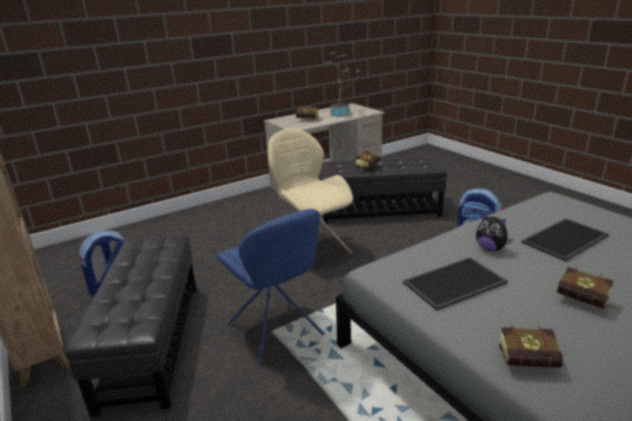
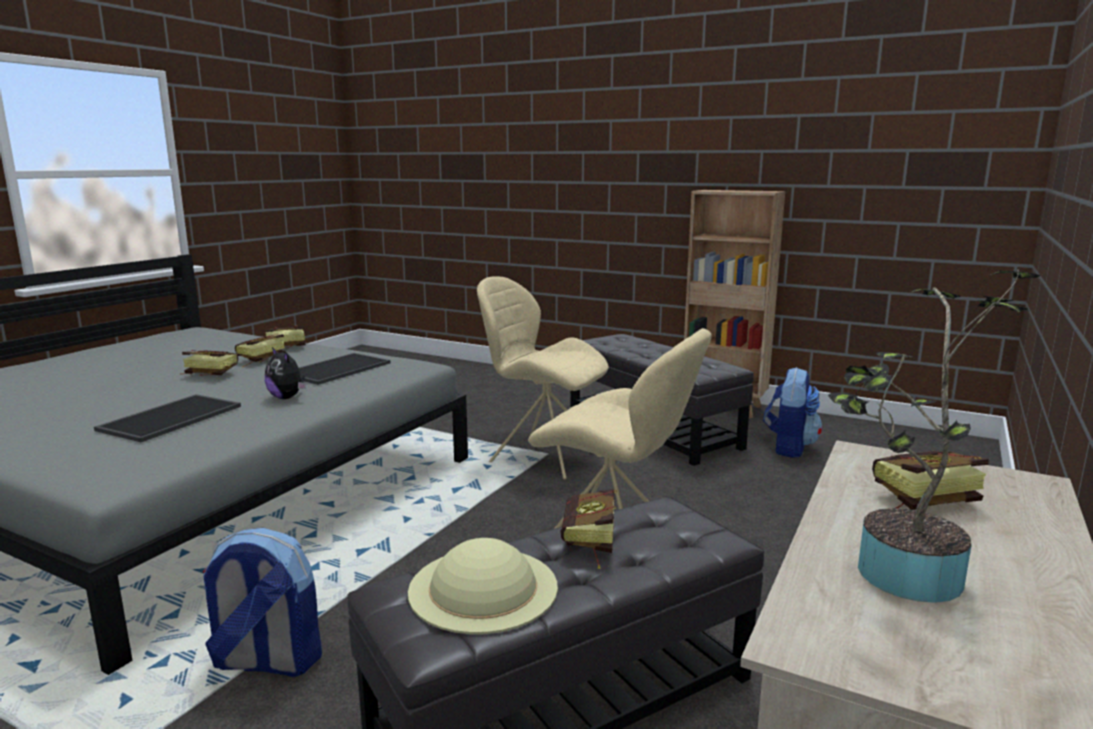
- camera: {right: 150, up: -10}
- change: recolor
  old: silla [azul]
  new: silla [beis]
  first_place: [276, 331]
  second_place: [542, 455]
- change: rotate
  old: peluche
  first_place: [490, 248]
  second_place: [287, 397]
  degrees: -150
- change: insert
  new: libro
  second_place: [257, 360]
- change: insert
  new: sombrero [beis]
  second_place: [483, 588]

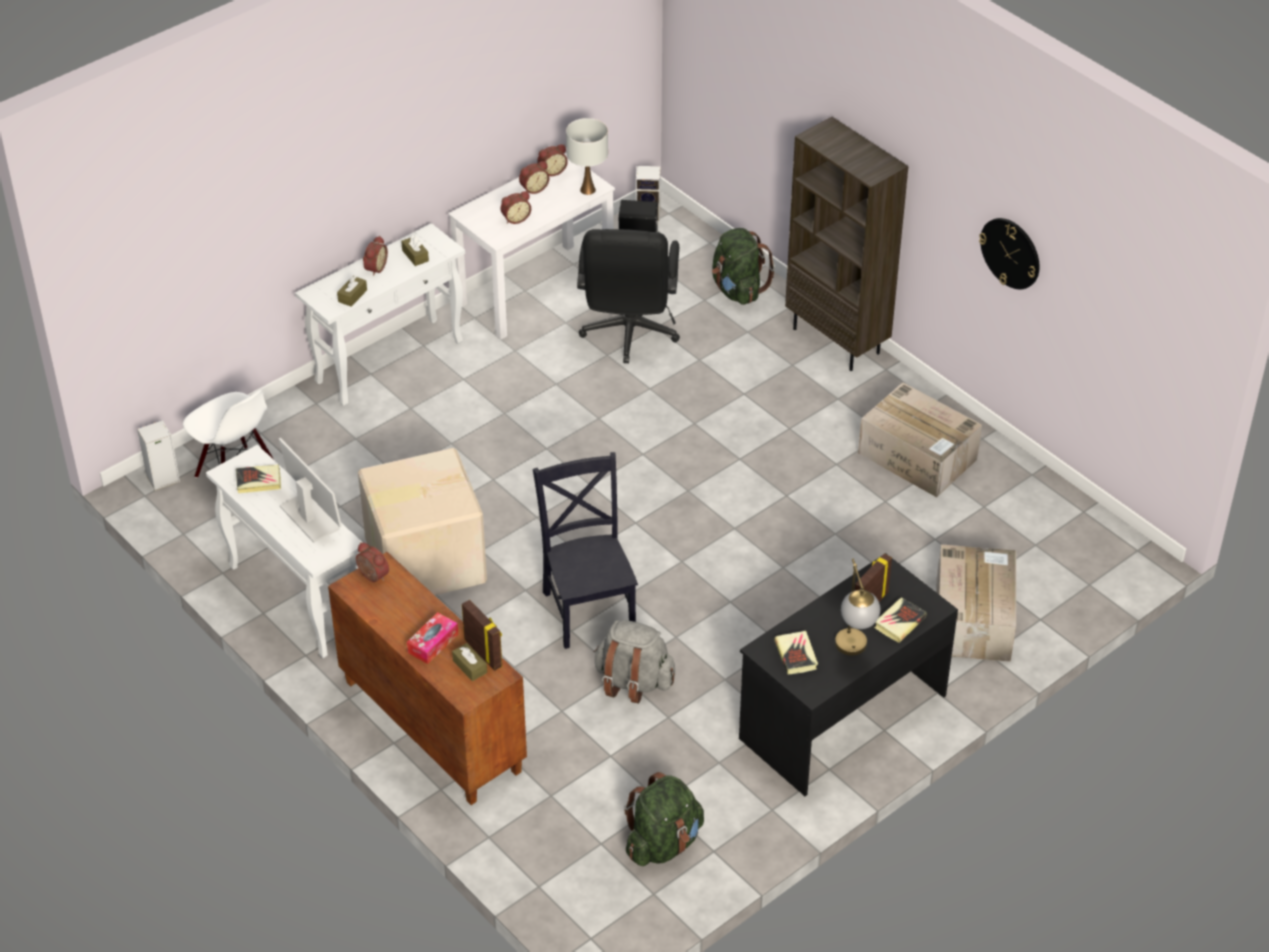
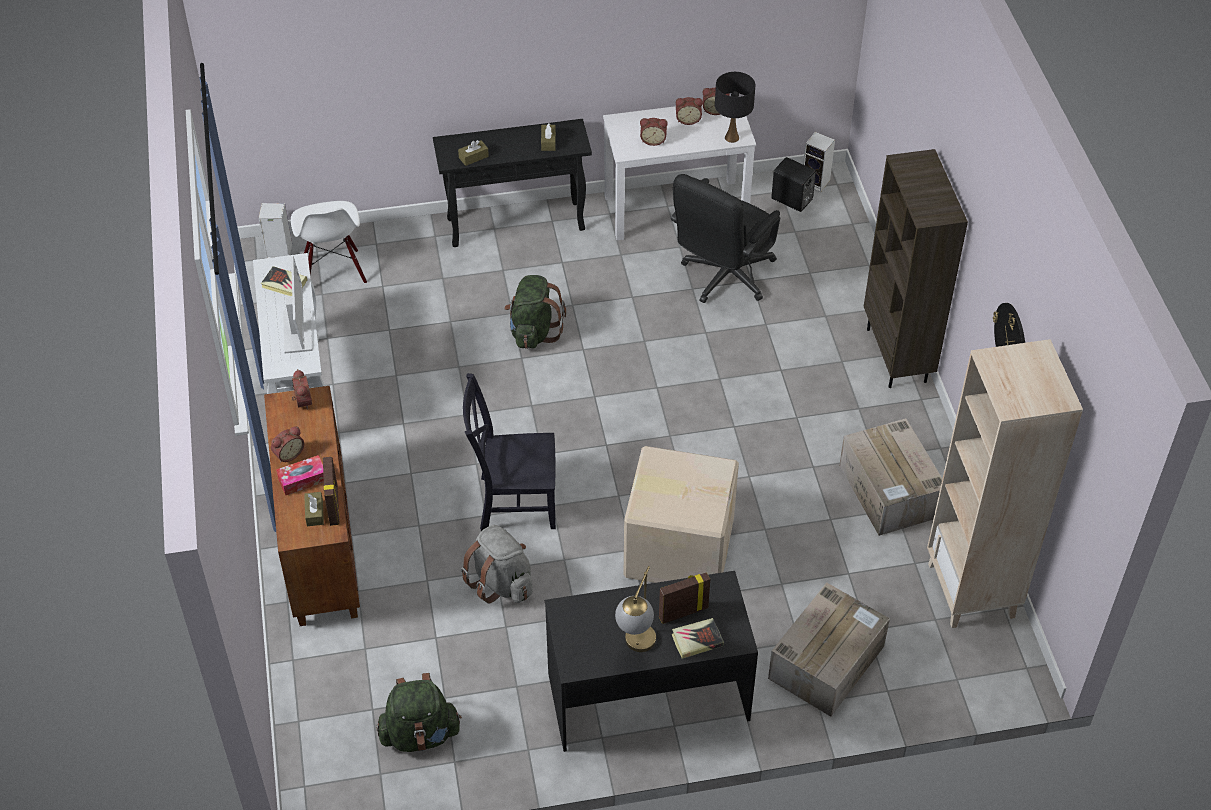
- camera: {right: 30, up: 5}
- change: recolor
  old: mesa consola [blanco]
  new: mesa consola [negro]
  first_place: [390, 361]
  second_place: [517, 224]
- change: move
  old: caja de cartón
  first_place: [423, 560]
  second_place: [678, 546]
- change: move
  old: despertador
  first_place: [374, 268]
  second_place: [288, 454]
- change: rotate
  old: silla [negro]
  first_place: [588, 608]
  second_place: [513, 502]
  degrees: -105
- change: recolor
  old: lámpara de mesa [blanco]
  new: lámpara de mesa [negro]
  first_place: [588, 190]
  second_place: [731, 138]
- change: move
  old: mochila [verde]
  first_place: [738, 290]
  second_place: [533, 331]
- change: delete
  old: libro
  first_place: [796, 655]
- change: insert
  new: estantería [beis]
  second_place: [972, 591]

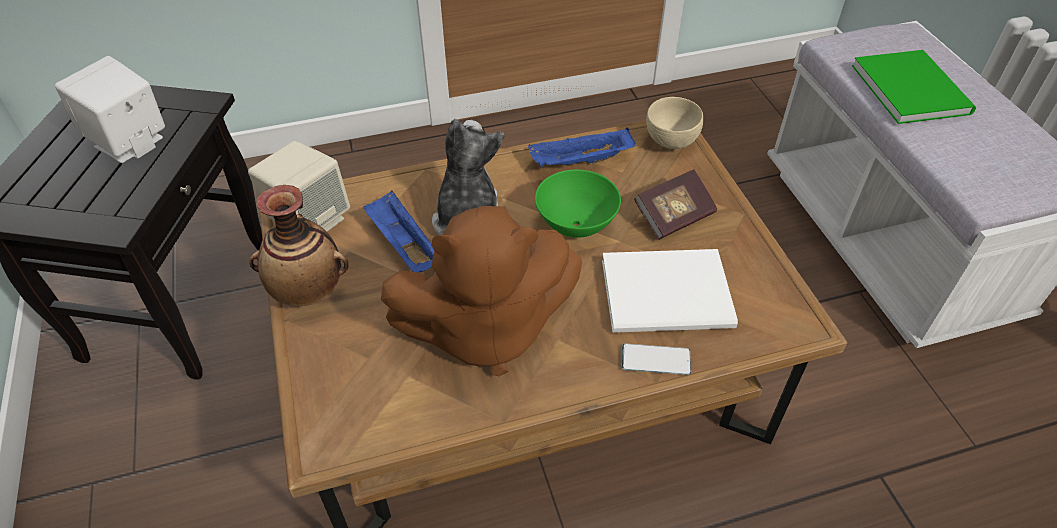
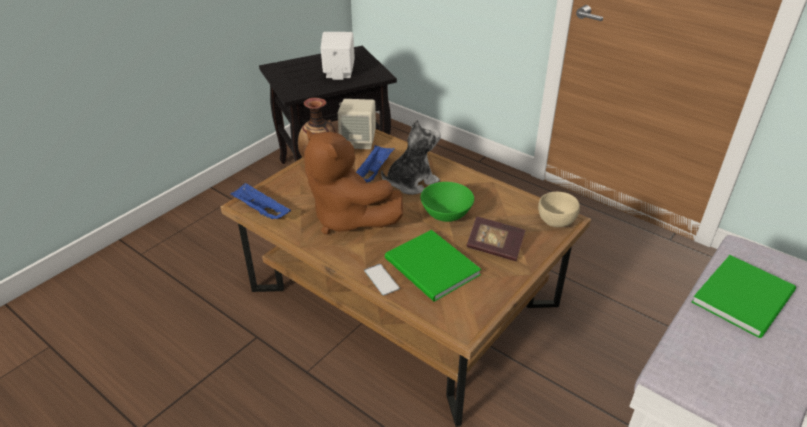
- camera: {right: 55, up: -10}
- change: move
  old: bandeja [azul]
  first_place: [580, 162]
  second_place: [260, 211]
- change: recolor
  old: libro [blanco]
  new: libro [verde]
  first_place: [670, 296]
  second_place: [432, 269]

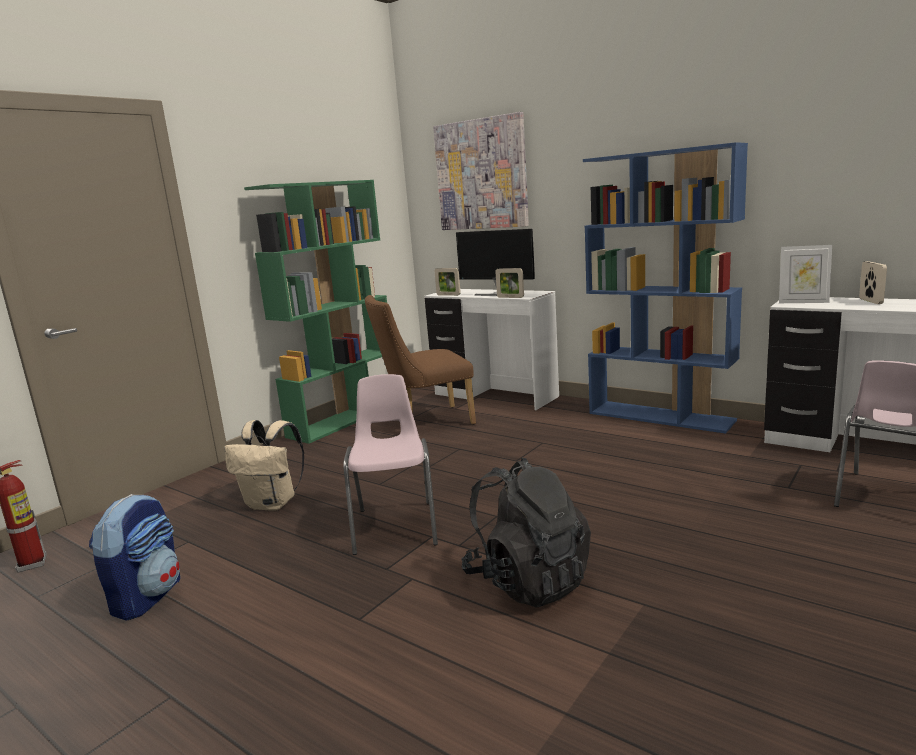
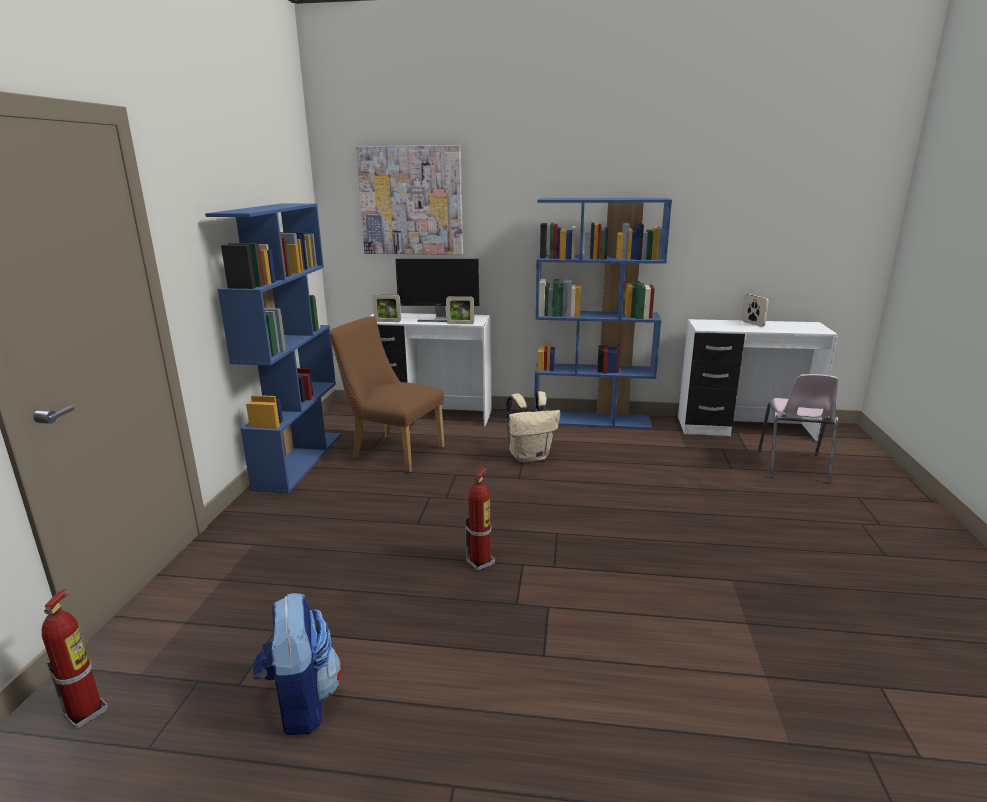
- camera: {right: -30, up: 5}
- change: move
  old: mochila [beis]
  first_place: [273, 503]
  second_place: [530, 457]
- change: recolor
  old: estantería [verde]
  new: estantería [azul]
  first_place: [344, 419]
  second_place: [299, 460]
- change: replace
  old: silla [rosa]
  new: extintor
  first_place: [396, 526]
  second_place: [481, 562]
- change: rotate
  old: silla [marrón]
  first_place: [425, 422]
  second_place: [392, 452]
  degrees: 75
- change: delete
  old: mochila [negro]
  first_place: [528, 581]
- change: delete
  old: portarretratos
  first_place: [803, 302]

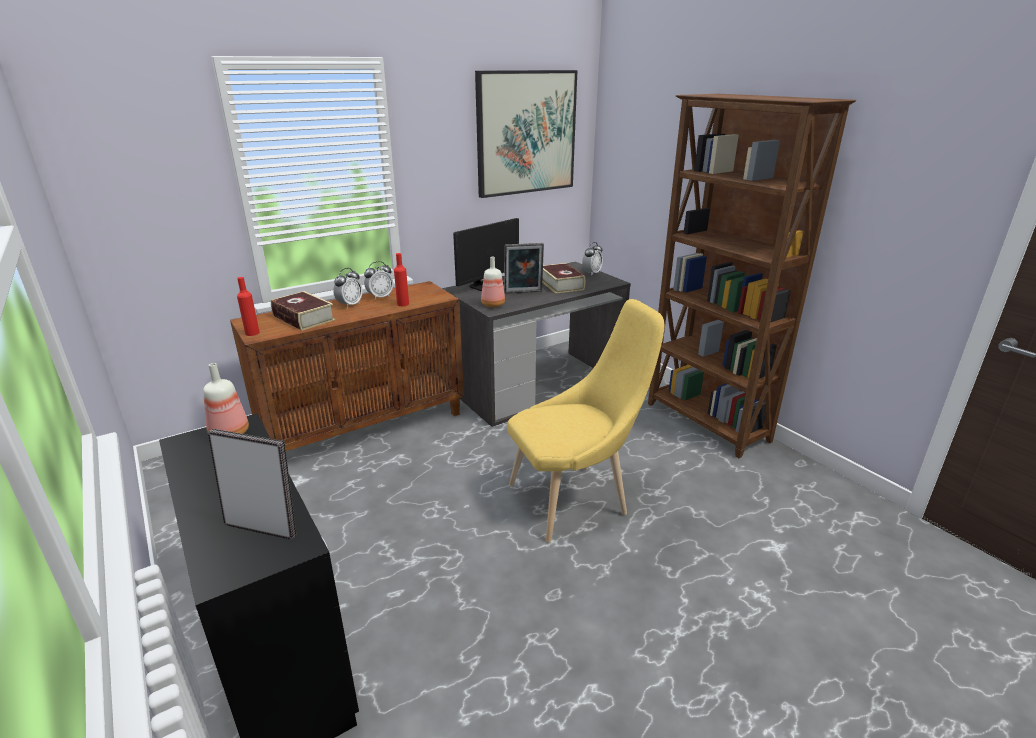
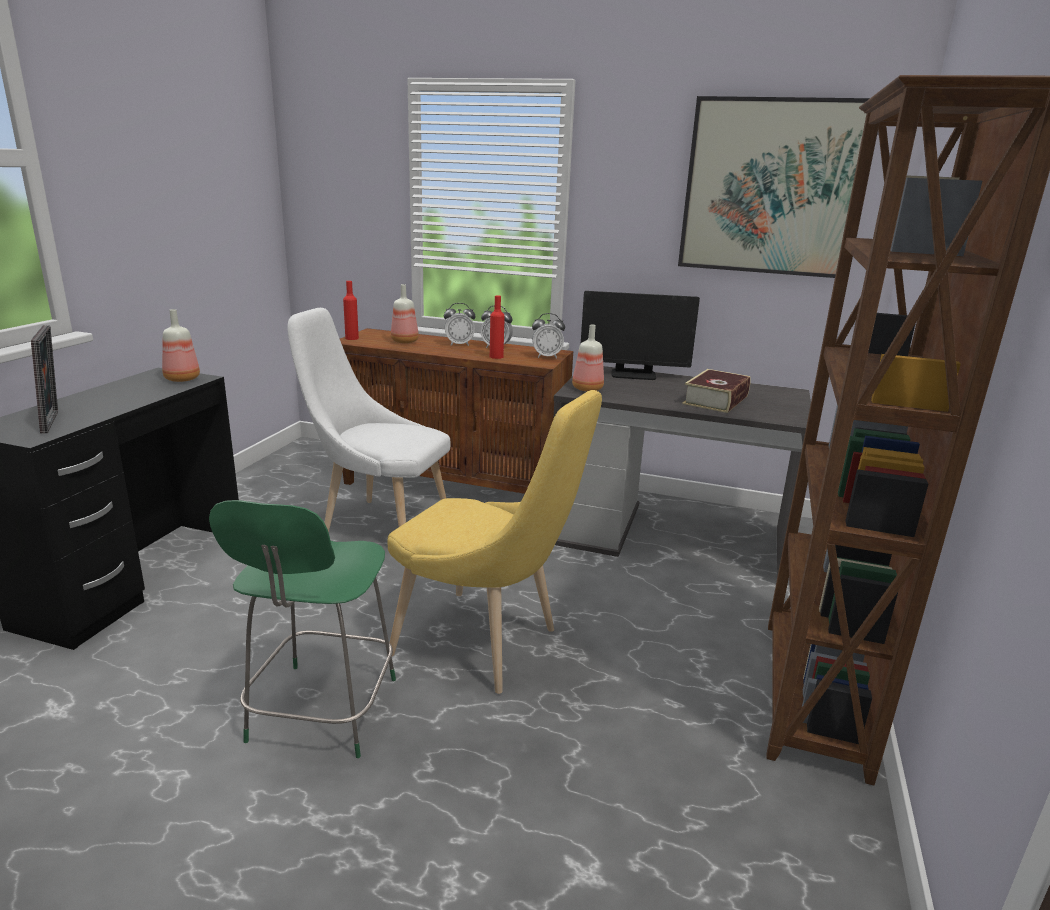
- camera: {right: 50, up: -5}
- change: replace
  old: libro
  new: botella
  first_place: [303, 318]
  second_place: [405, 341]
- change: delete
  old: portarretratos
  first_place: [523, 292]
- change: move
  old: despertador
  first_place: [591, 273]
  second_place: [547, 357]
- change: insert
  new: silla [verde]
  second_place: [321, 713]
- change: insert
  new: silla [blanco]
  second_place: [379, 525]

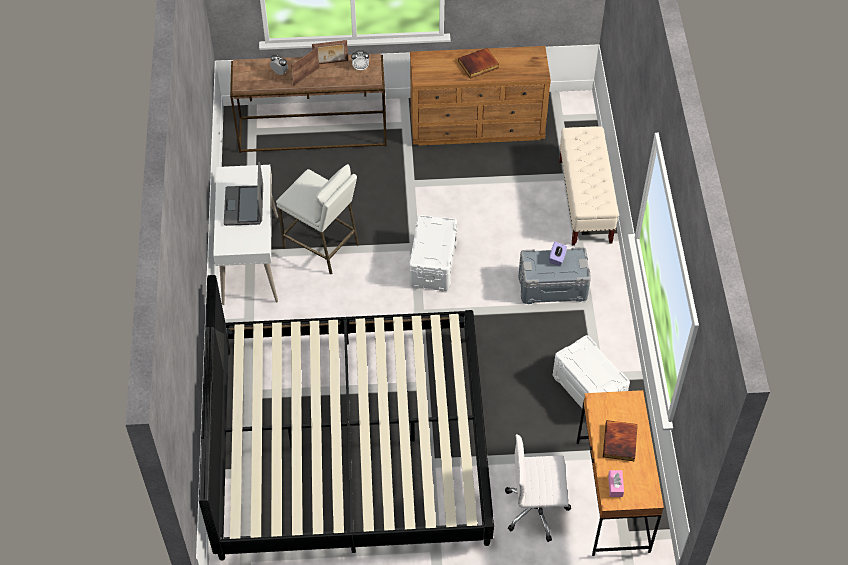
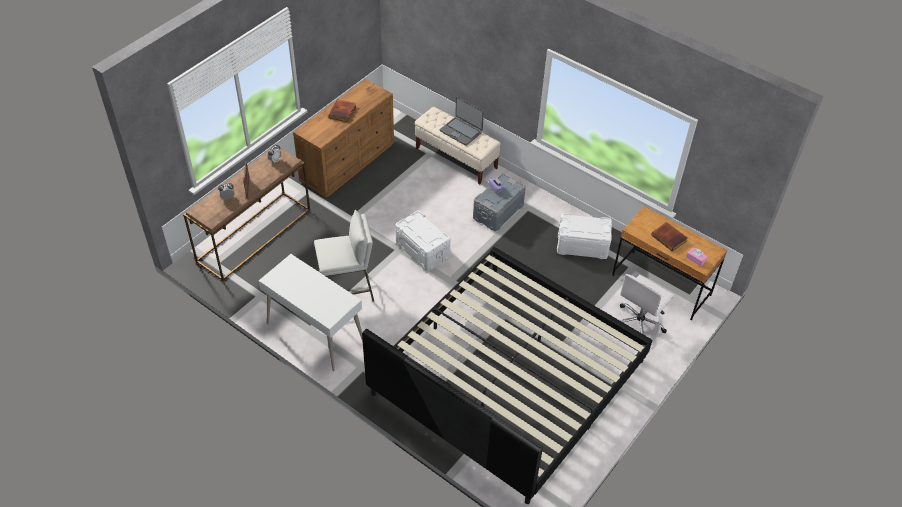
- camera: {right: -50, up: -5}
- change: move
  old: portátil
  first_place: [244, 206]
  second_place: [461, 131]
- change: delete
  old: portarretratos
  first_place: [331, 63]

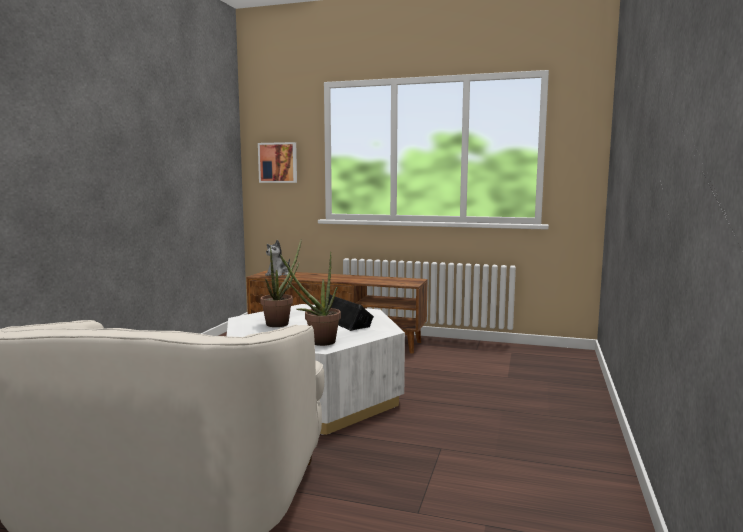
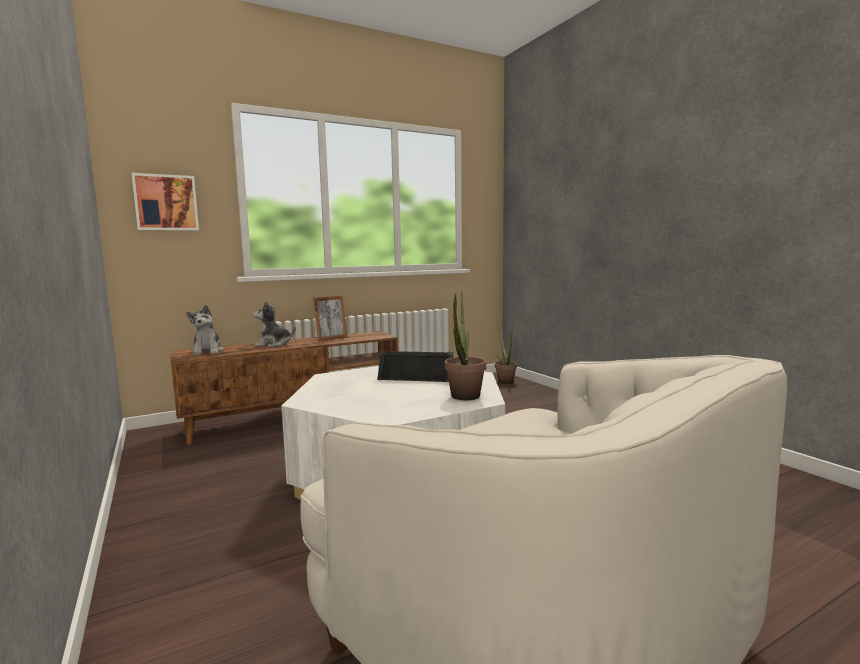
- camera: {right: -45, up: 0}
- change: move
  old: planta en maceta
  first_place: [281, 323]
  second_place: [504, 381]
- change: insert
  new: peluche
  second_place: [274, 344]
- change: insert
  new: portarretratos
  second_place: [331, 338]

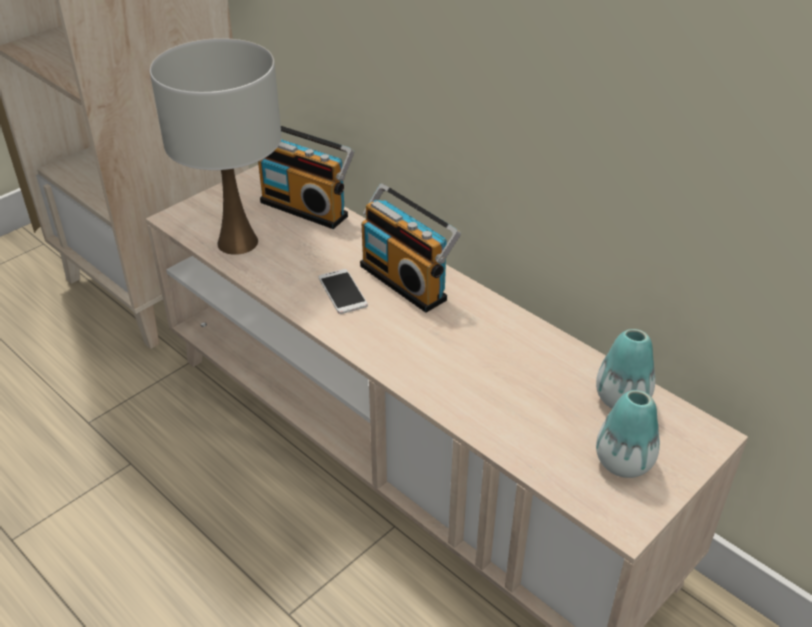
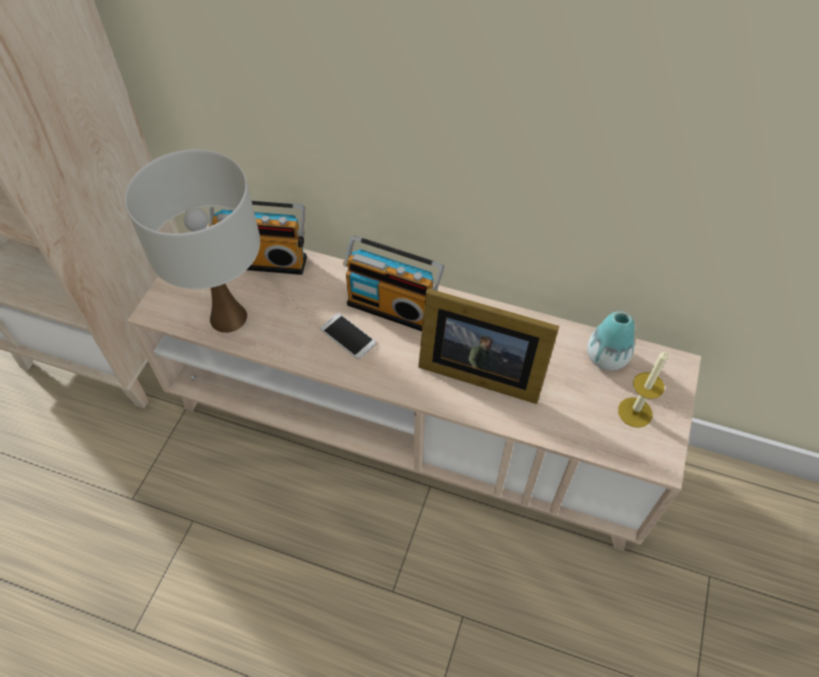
- camera: {right: -25, up: 15}
- change: replace
  old: florero
  new: vela
  first_place: [623, 462]
  second_place: [635, 412]
- change: insert
  new: portarretratos
  second_place: [477, 369]

